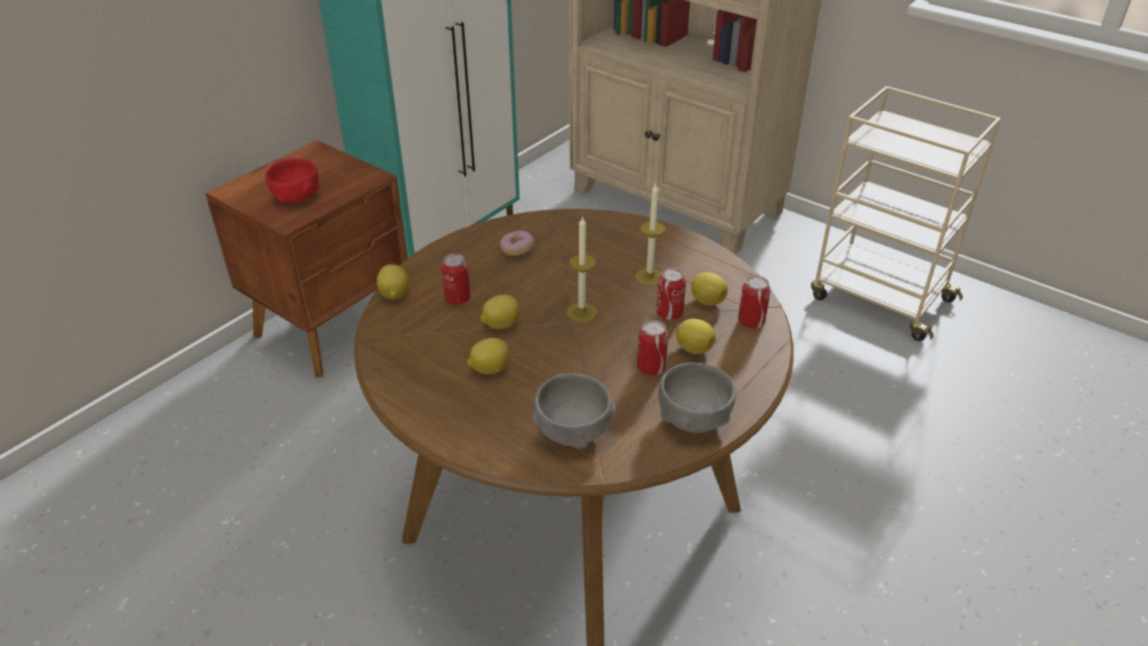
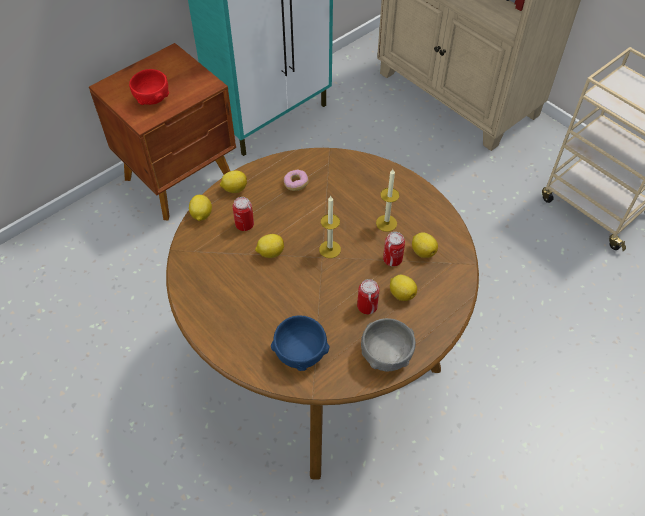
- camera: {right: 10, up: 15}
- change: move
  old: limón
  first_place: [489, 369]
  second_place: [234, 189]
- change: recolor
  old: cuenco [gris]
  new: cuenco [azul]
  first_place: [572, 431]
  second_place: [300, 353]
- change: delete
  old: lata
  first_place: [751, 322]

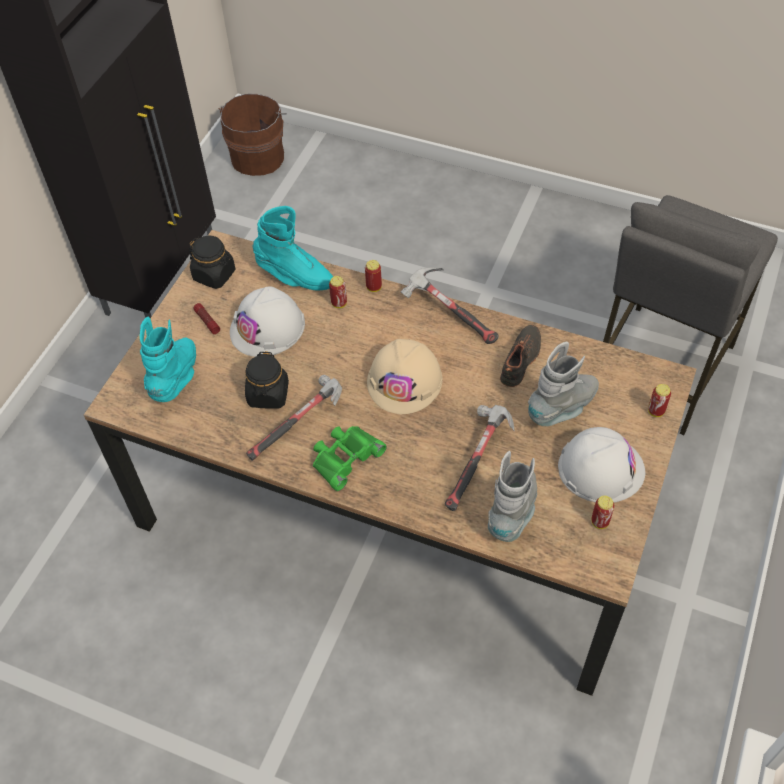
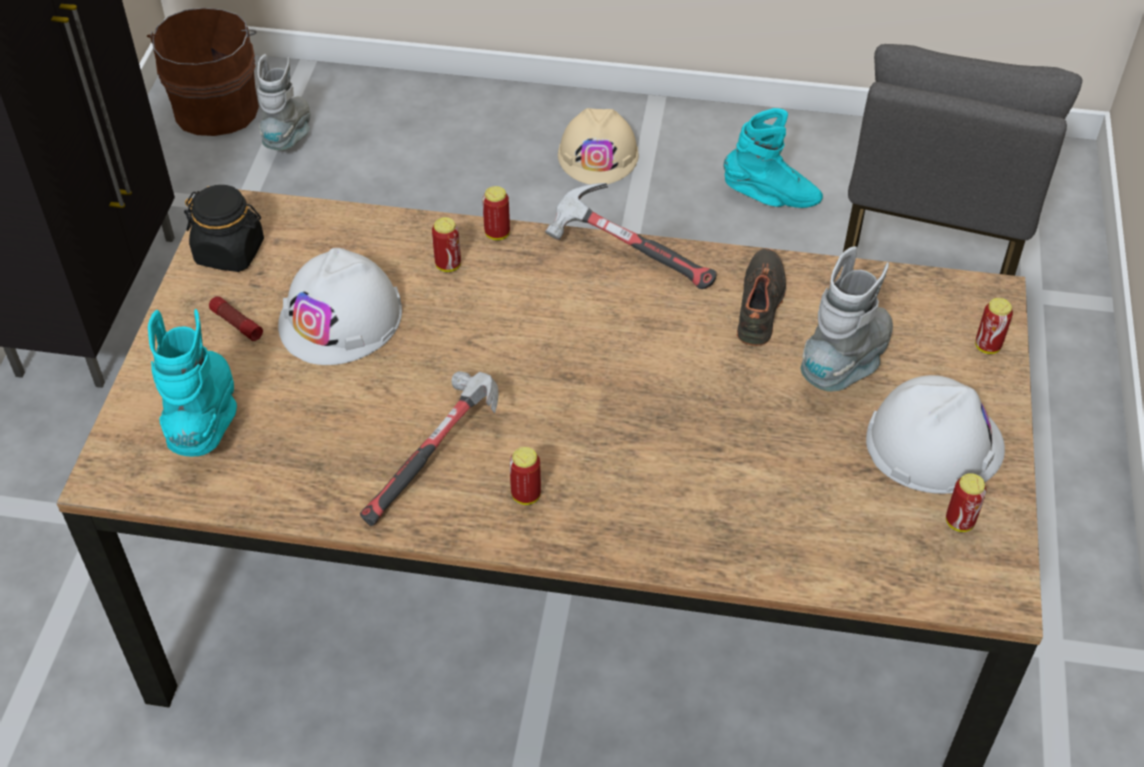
- camera: {right: -15, up: -5}
- change: delete
  old: tarro [negro]
  first_place: [268, 394]
- change: move
  old: bota [turquesa]
  first_place: [295, 277]
  second_place: [771, 198]
- change: replace
  old: prismáticos [verde]
  new: lata
  first_place: [345, 457]
  second_place: [526, 495]
- change: move
  old: casco [beis]
  first_place: [405, 381]
  second_place: [598, 155]
- change: delete
  old: martillo
  first_place: [477, 461]
- change: move
  old: bota [gris]
  first_place: [513, 510]
  second_place: [290, 135]

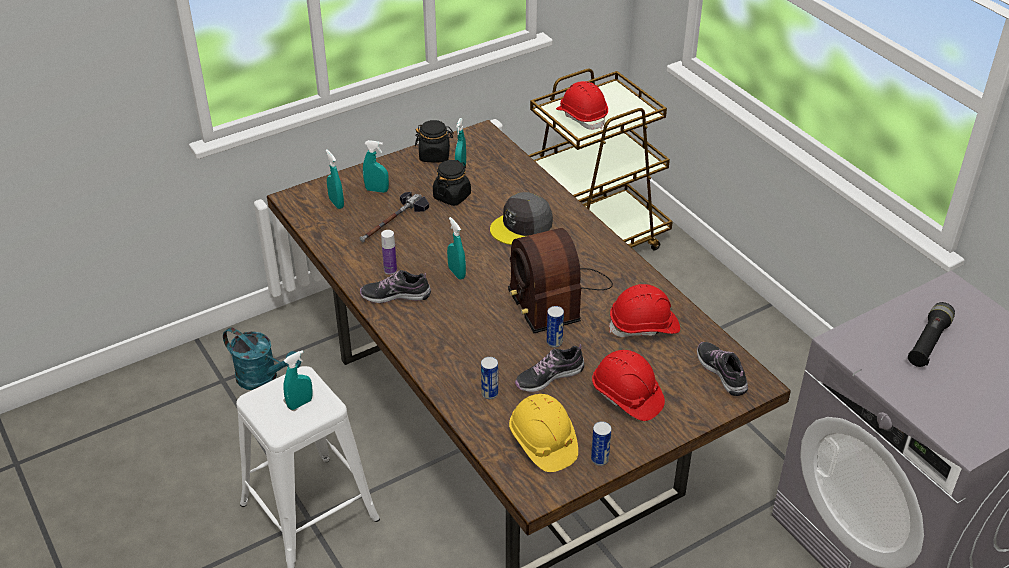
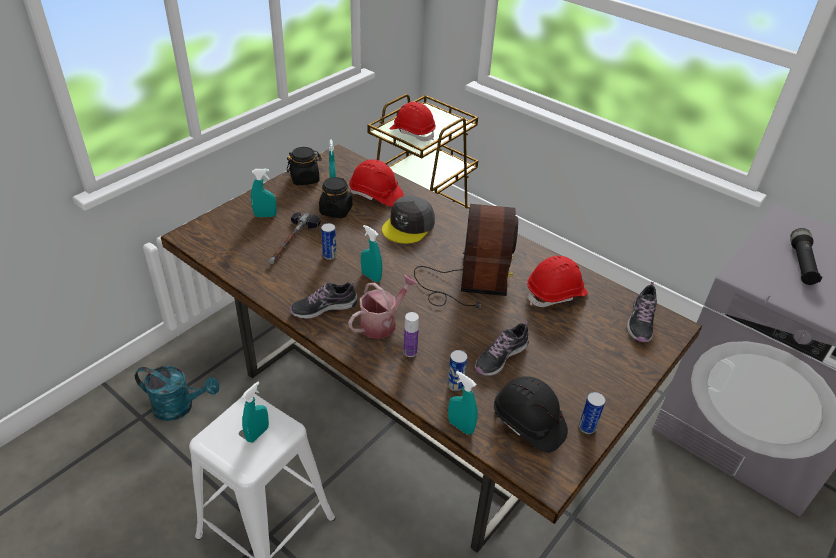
- camera: {right: -20, up: 0}
- change: move
  old: pulverizador [turquesa]
  first_place: [336, 203]
  second_place: [460, 426]
- change: move
  old: botella
  first_place: [390, 270]
  second_place: [410, 352]
- change: rotate
  old: radio
  first_place: [555, 295]
  second_place: [467, 280]
  degrees: -135
- change: recolor
  old: casco [amarillo]
  new: casco [negro]
  first_place: [542, 443]
  second_place: [528, 423]
- change: move
  old: lata
  first_place: [554, 342]
  second_place: [329, 255]
- change: move
  old: casco [rojo]
  first_place: [626, 397]
  second_place: [376, 195]
- change: rotate
  old: zapato
  first_place: [721, 372]
  second_place: [641, 322]
  degrees: -120
- change: insert
  new: regadera
  second_place: [382, 323]

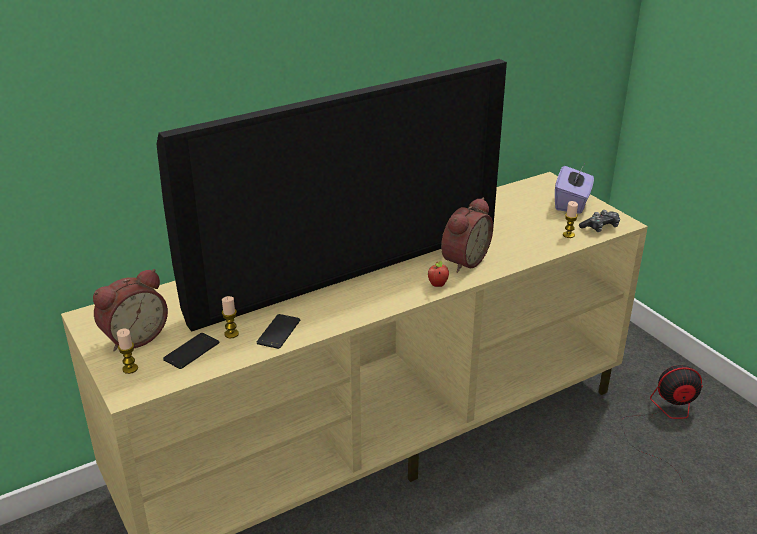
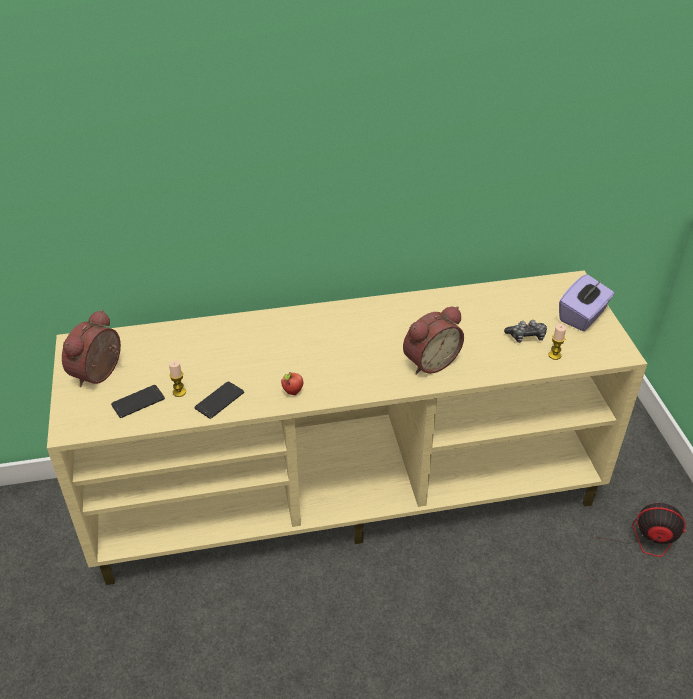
- camera: {right: 20, up: 10}
- change: rotate
  old: despertador
  first_place: [134, 337]
  second_place: [100, 374]
  degrees: 135
- change: delete
  old: vela
  first_place: [130, 368]
- change: delete
  old: televisor
  first_place: [346, 266]
- change: move
  old: manzana
  first_place: [438, 285]
  second_place: [293, 392]
- change: move
  old: mando de consola
  first_place: [600, 227]
  second_place: [526, 336]

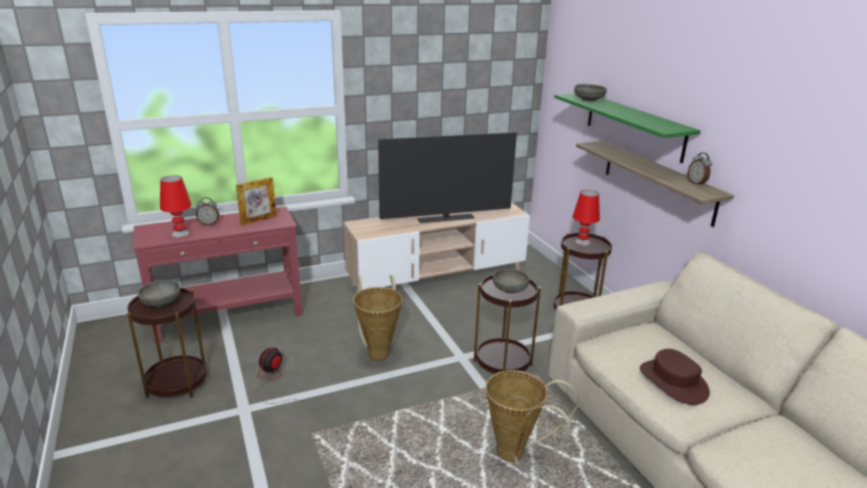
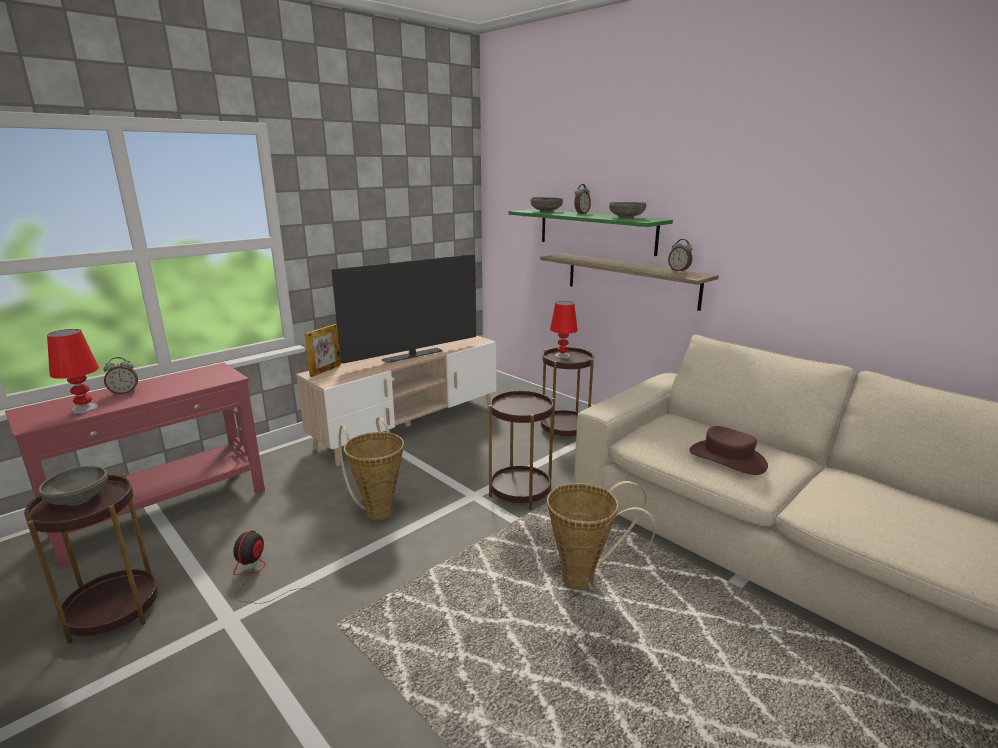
- camera: {right: -20, up: -5}
- change: move
  old: portarretratos
  first_place: [258, 220]
  second_place: [325, 370]
- change: move
  old: cuenco [gris]
  first_place: [510, 289]
  second_place: [626, 218]
- change: insert
  new: despertador
  second_place: [581, 213]

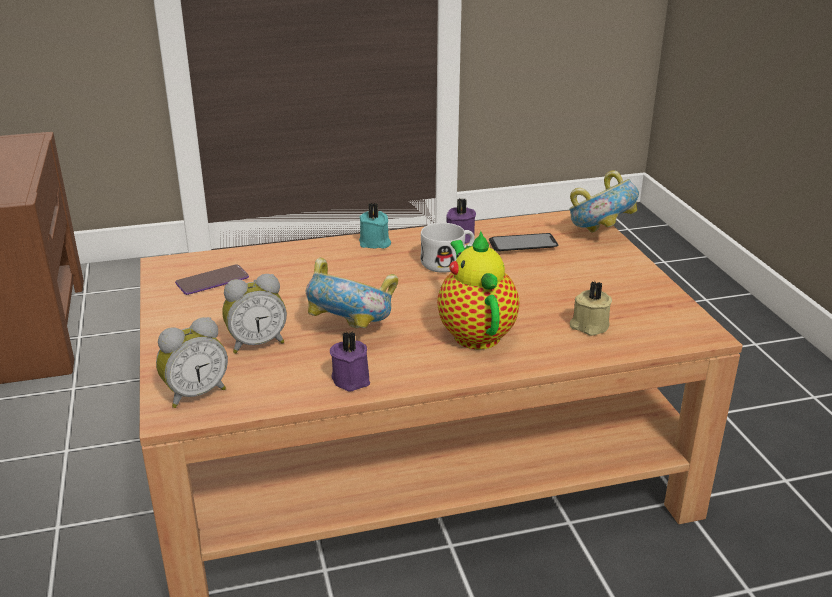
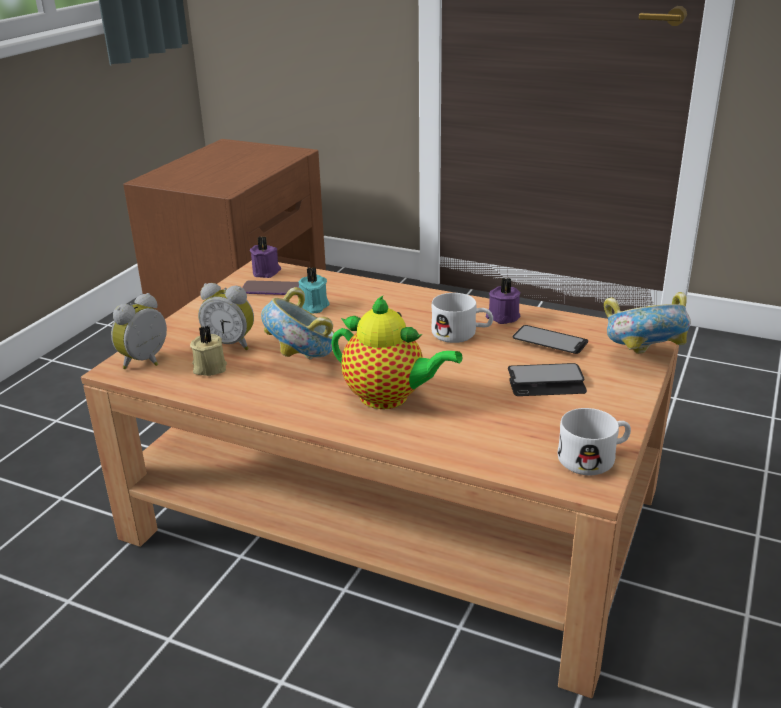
- camera: {right: 40, up: 0}
- change: rotate
  old: despertador
  first_place: [195, 394]
  second_place: [147, 362]
  degrees: 120
- change: move
  old: vela [morado]
  first_place: [352, 378]
  second_place: [267, 272]
- change: move
  old: vela [turquesa]
  first_place: [375, 243]
  second_place: [313, 306]
- change: rotate
  old: tetera
  first_place: [475, 333]
  second_place: [389, 398]
  degrees: 90
- change: move
  old: vela [beis]
  first_place: [589, 326]
  second_place: [209, 367]
- change: insert
  new: móvil
  second_place: [546, 382]
- change: insert
  new: taza grande [blanco]
  second_place: [594, 458]

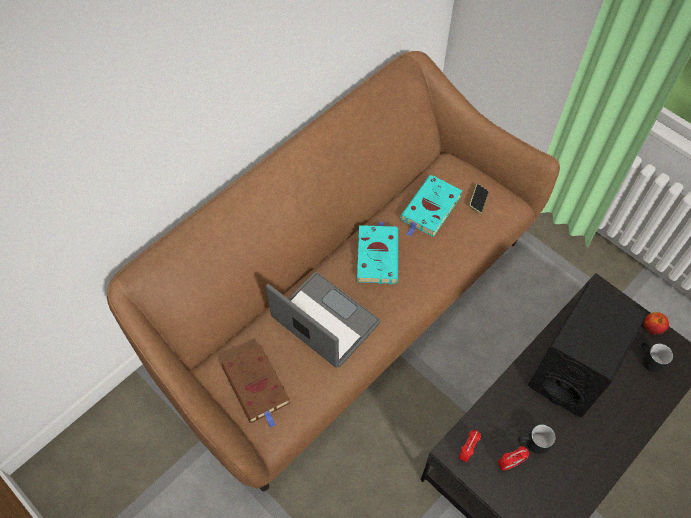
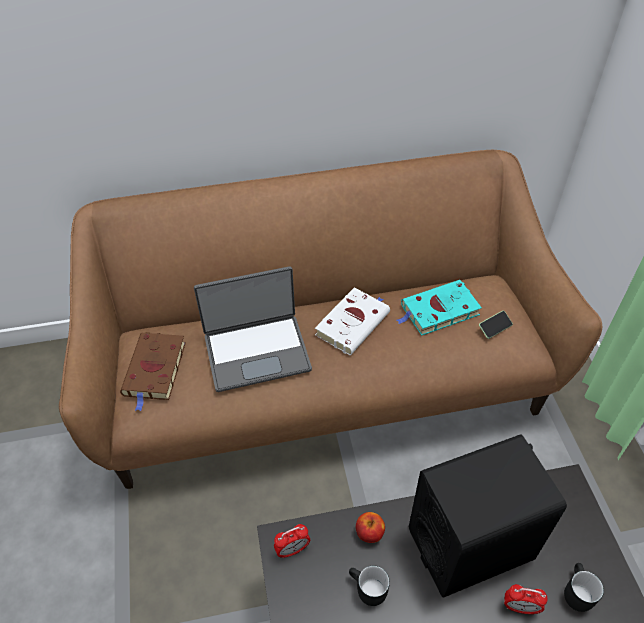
- camera: {right: 35, up: -10}
- change: rotate
  old: portátil
  first_place: [324, 322]
  second_place: [257, 351]
  degrees: 90
- change: recolor
  old: libro [turquesa]
  new: libro [blanco]
  first_place: [377, 255]
  second_place: [353, 322]
- change: move
  old: despertador
  first_place: [509, 463]
  second_place: [520, 607]
- change: move
  old: manzana
  first_place: [652, 328]
  second_place: [369, 533]

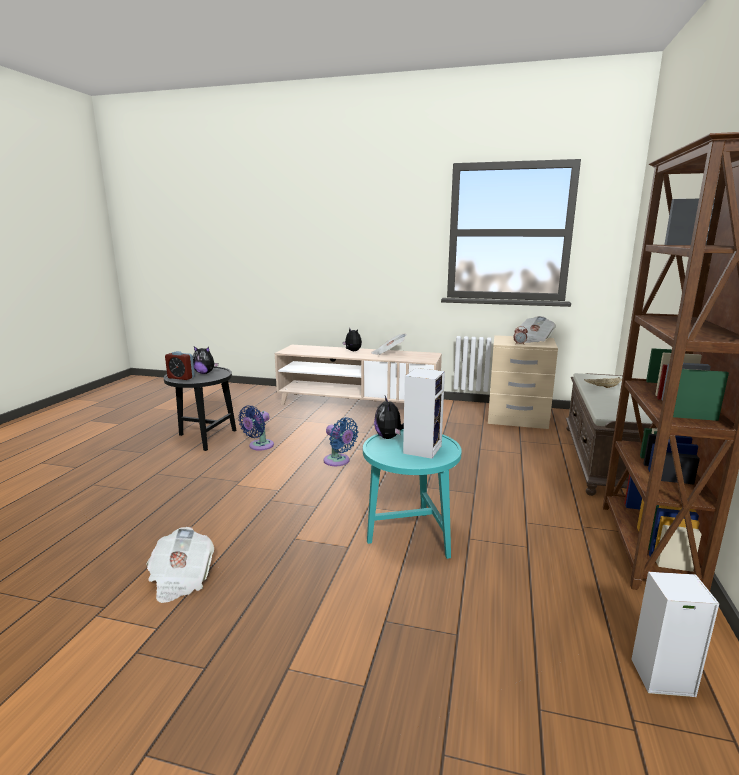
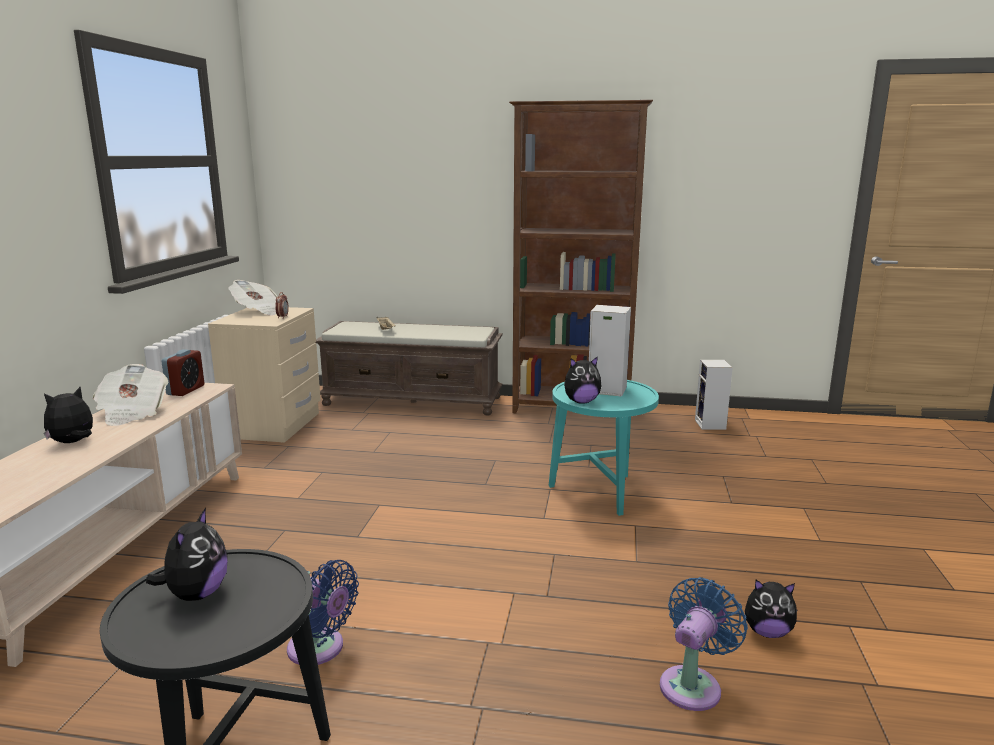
- camera: {right: -95, up: 0}
- change: replace
  old: periódico
  new: peluche
  first_place: [181, 579]
  second_place: [767, 632]
- change: move
  old: despertador
  first_place: [181, 378]
  second_place: [186, 390]
- change: move
  old: ventilador [azul]
  first_place: [338, 461]
  second_place: [693, 684]

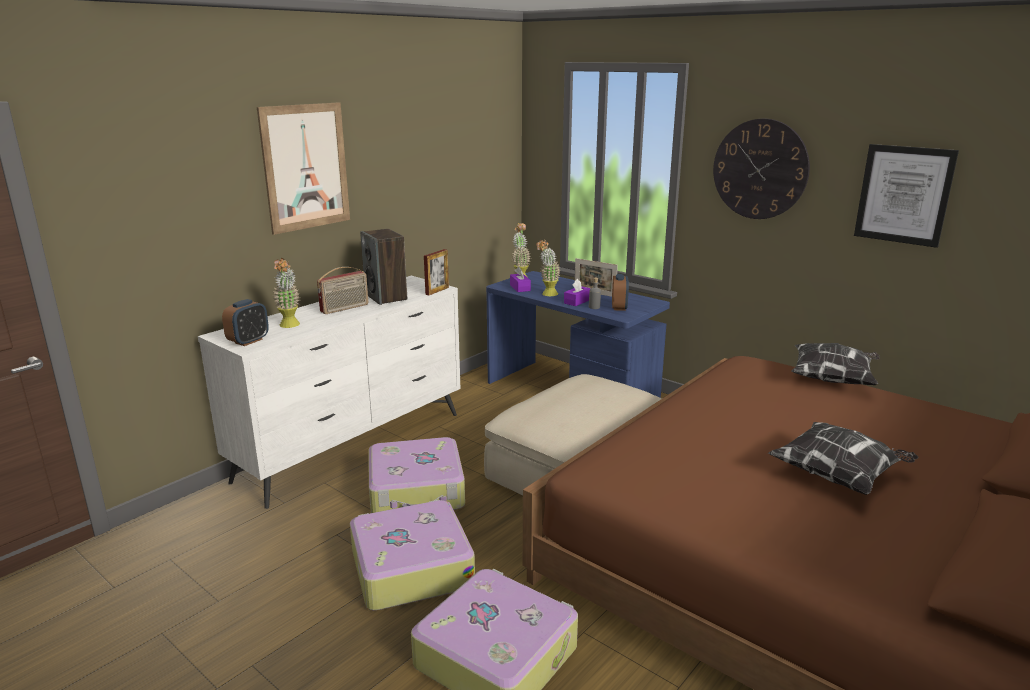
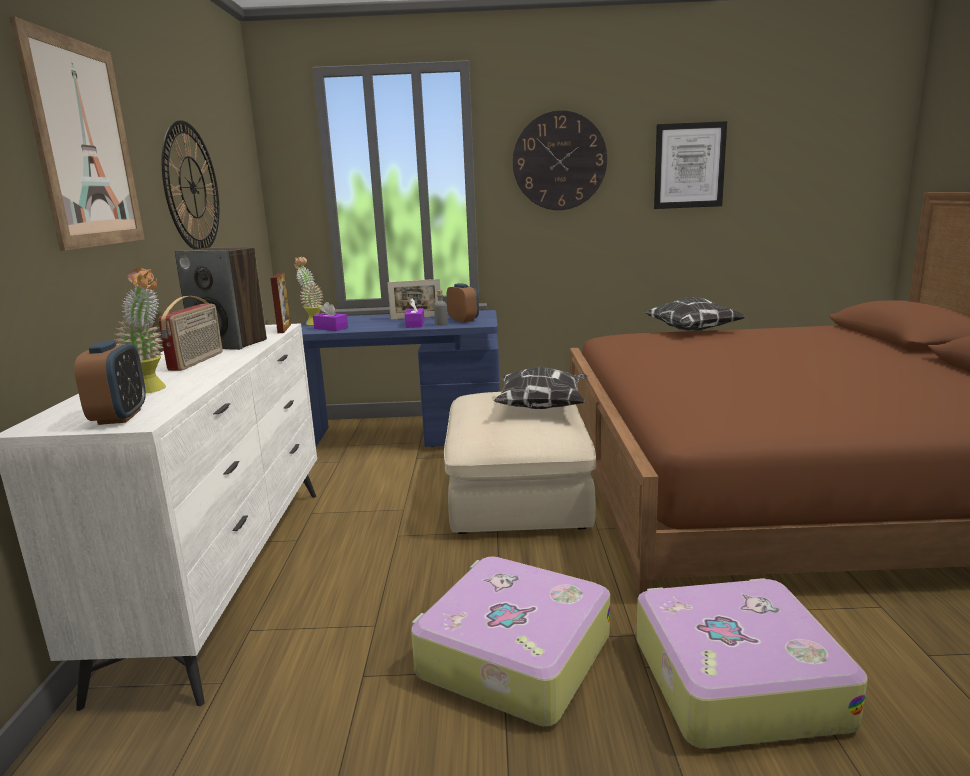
- camera: {right: -40, up: -5}
- change: delete
  old: maleta
  first_place: [417, 491]
- change: delete
  old: planta en maceta
  first_place: [547, 295]
- change: move
  old: cojín
  first_place: [839, 476]
  second_place: [543, 407]
- change: insert
  new: reloj de pared
  second_place: [192, 187]

